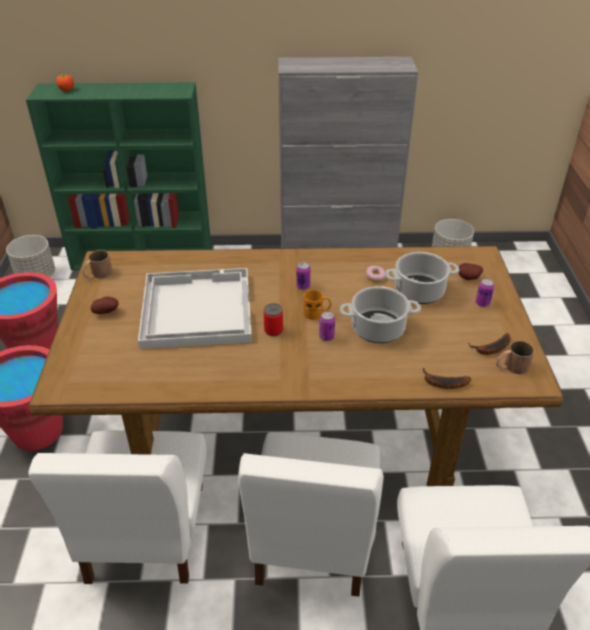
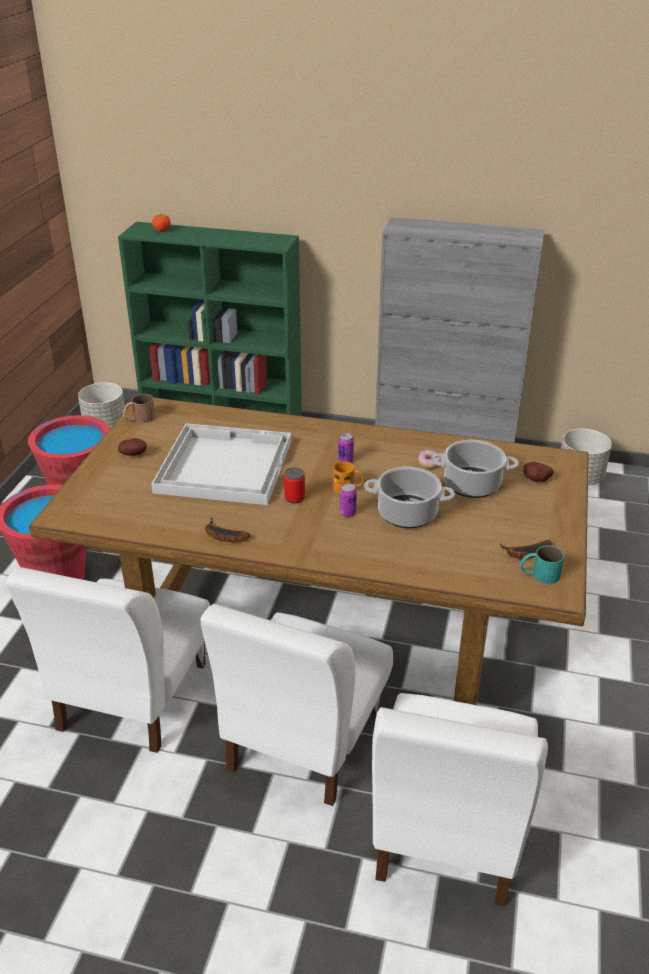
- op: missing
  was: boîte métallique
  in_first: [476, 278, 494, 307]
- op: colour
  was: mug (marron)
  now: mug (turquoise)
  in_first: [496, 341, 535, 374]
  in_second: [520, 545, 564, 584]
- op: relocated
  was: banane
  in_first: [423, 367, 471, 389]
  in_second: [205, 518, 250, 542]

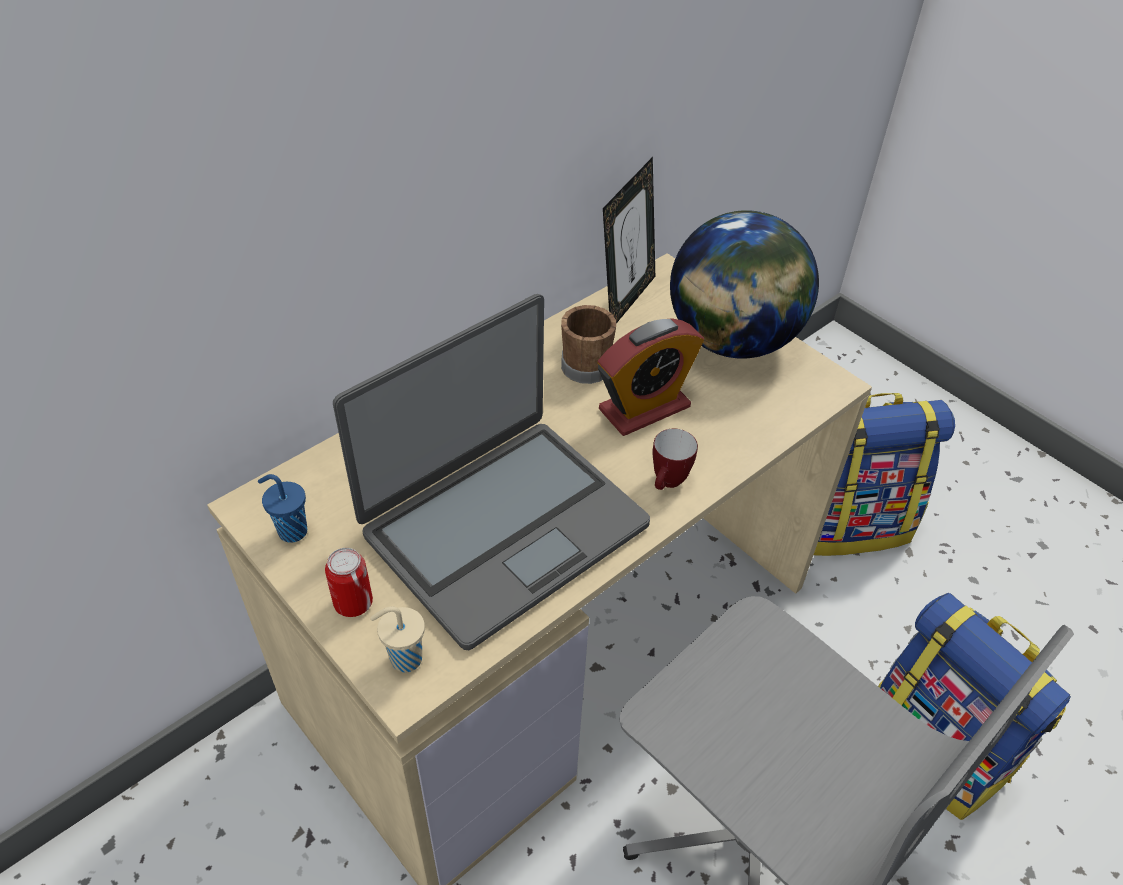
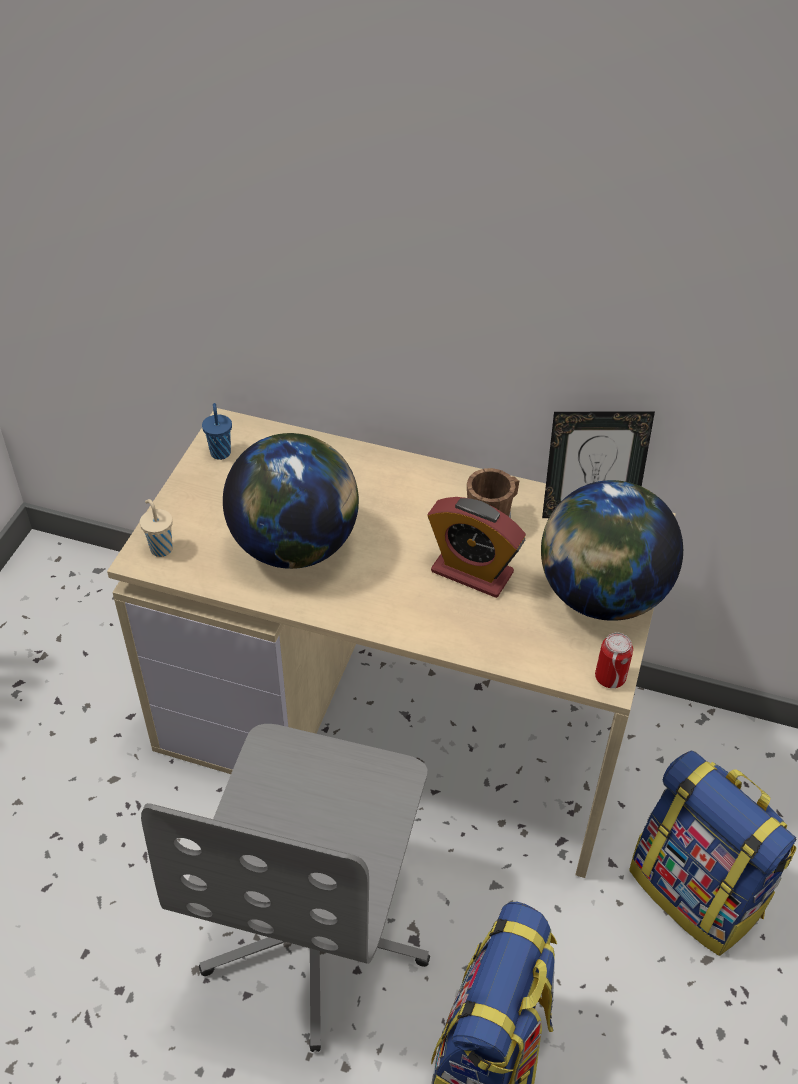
- op: exchanged
  was: ordinateur portable
  now: globe
  in_first: [333, 294, 650, 650]
  in_second: [223, 433, 359, 569]
- op: missing
  was: mug
  in_first: [652, 428, 698, 490]
- op: relocated
  was: boîte métallique
  in_first: [325, 548, 373, 617]
  in_second: [595, 632, 633, 688]

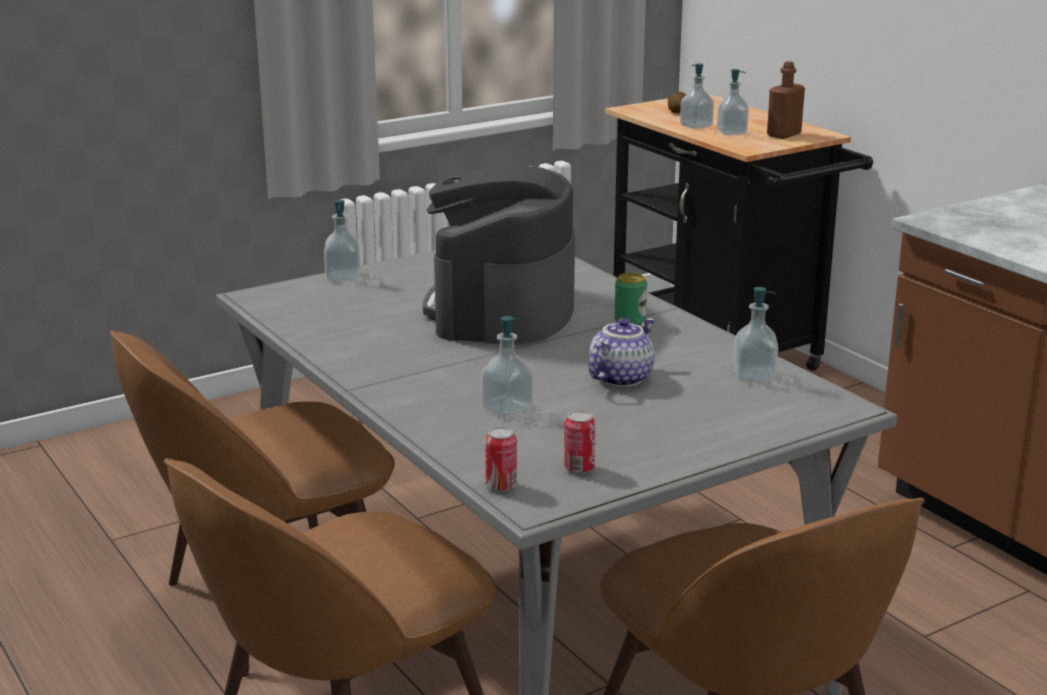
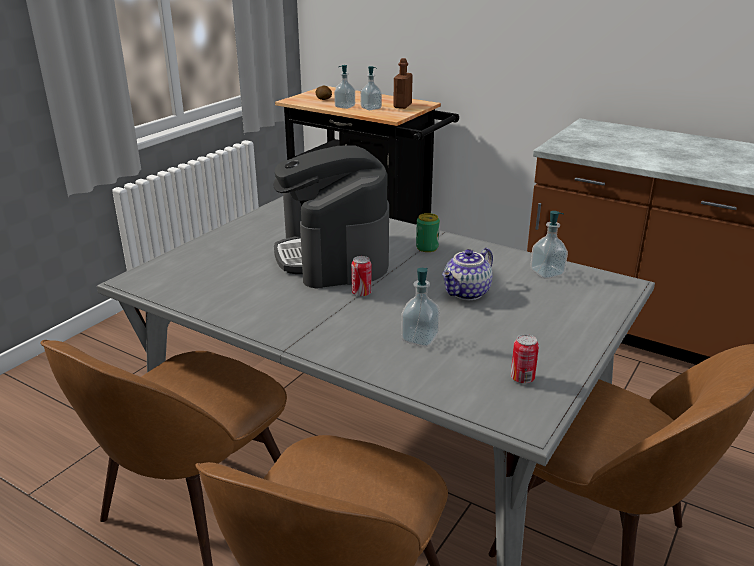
- op: missing
  was: distributeur de savon
  in_first: [324, 200, 360, 281]
- op: spun
  was: théière
  in_first: [588, 318, 655, 387]
  in_second: [442, 248, 493, 300]
  clockwise: -150
- op: relocated
  was: boîte métallique
  in_first: [485, 427, 517, 491]
  in_second: [351, 256, 372, 297]

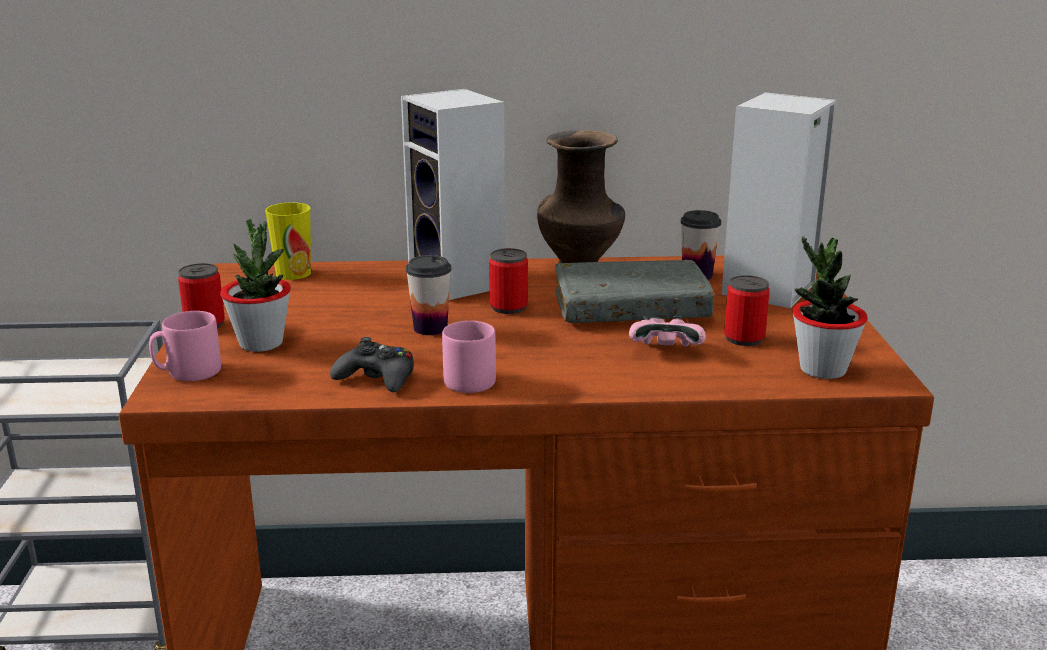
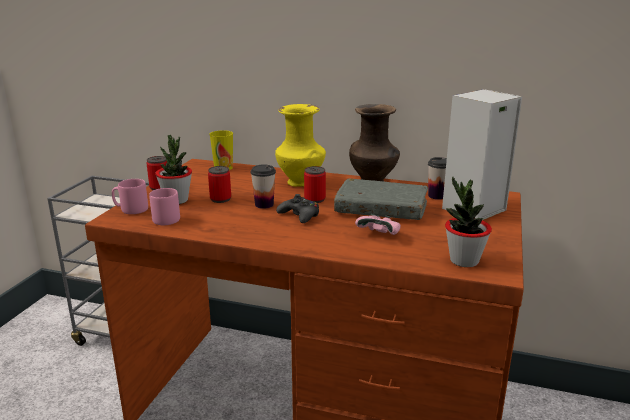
- op: exchanged
  was: enceinte
  now: vase (jaune)
  in_first: [401, 89, 505, 300]
  in_second: [275, 104, 326, 187]
- op: relocated
  was: boîte métallique
  in_first: [724, 275, 770, 346]
  in_second: [208, 166, 231, 203]
- op: relocated
  was: mug (rose)
  in_first: [442, 321, 496, 393]
  in_second: [149, 188, 180, 225]
- op: relocated
  was: manette (noir)
  in_first: [330, 337, 414, 392]
  in_second: [276, 194, 319, 223]

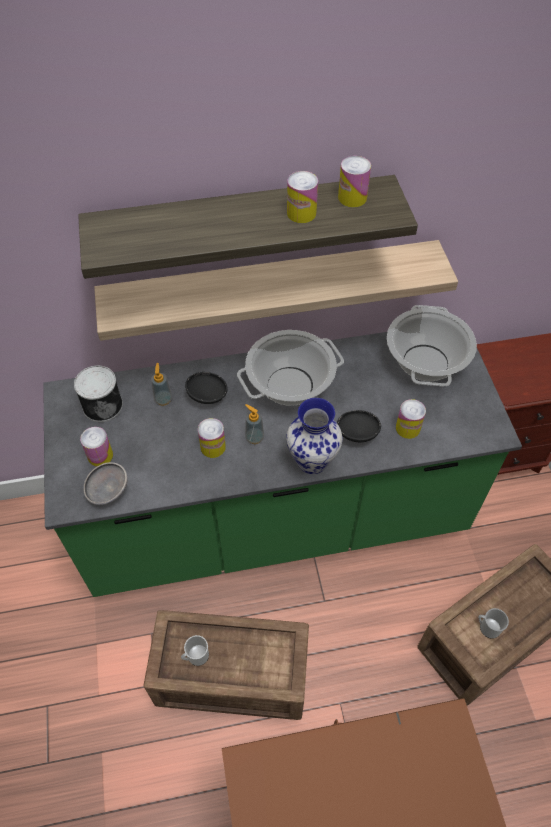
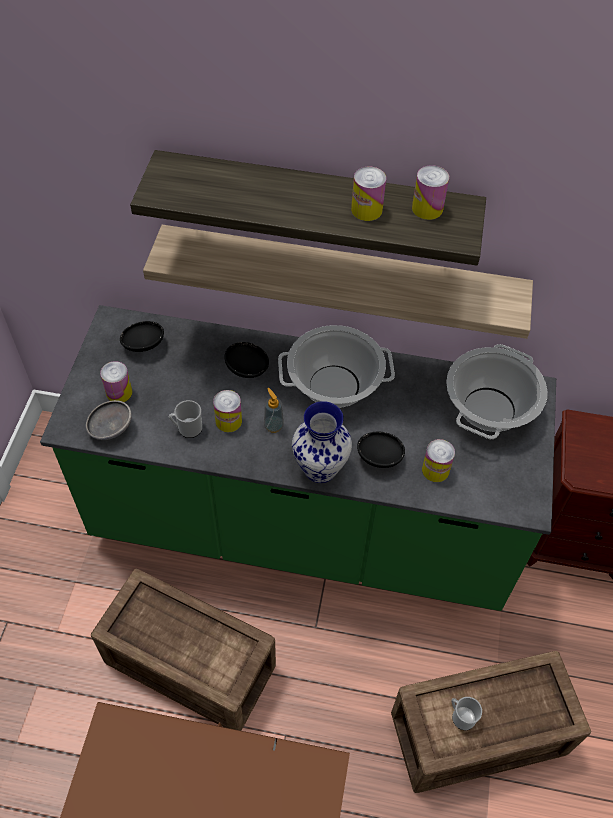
- op: missing
  was: distributeur de savon
  in_first: [151, 363, 172, 406]
- op: exchanged
  was: boîte métallique
  now: bol (noir)
  in_first: [74, 366, 123, 422]
  in_second: [120, 321, 164, 352]
- op: relocated
  was: mug
  in_first: [181, 635, 209, 666]
  in_second: [169, 400, 202, 438]

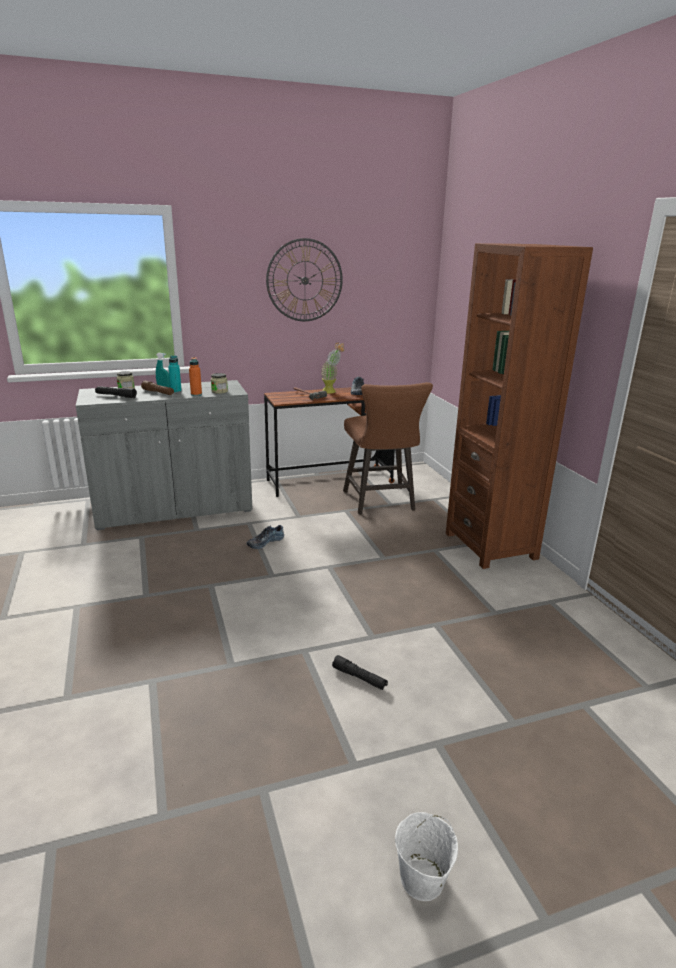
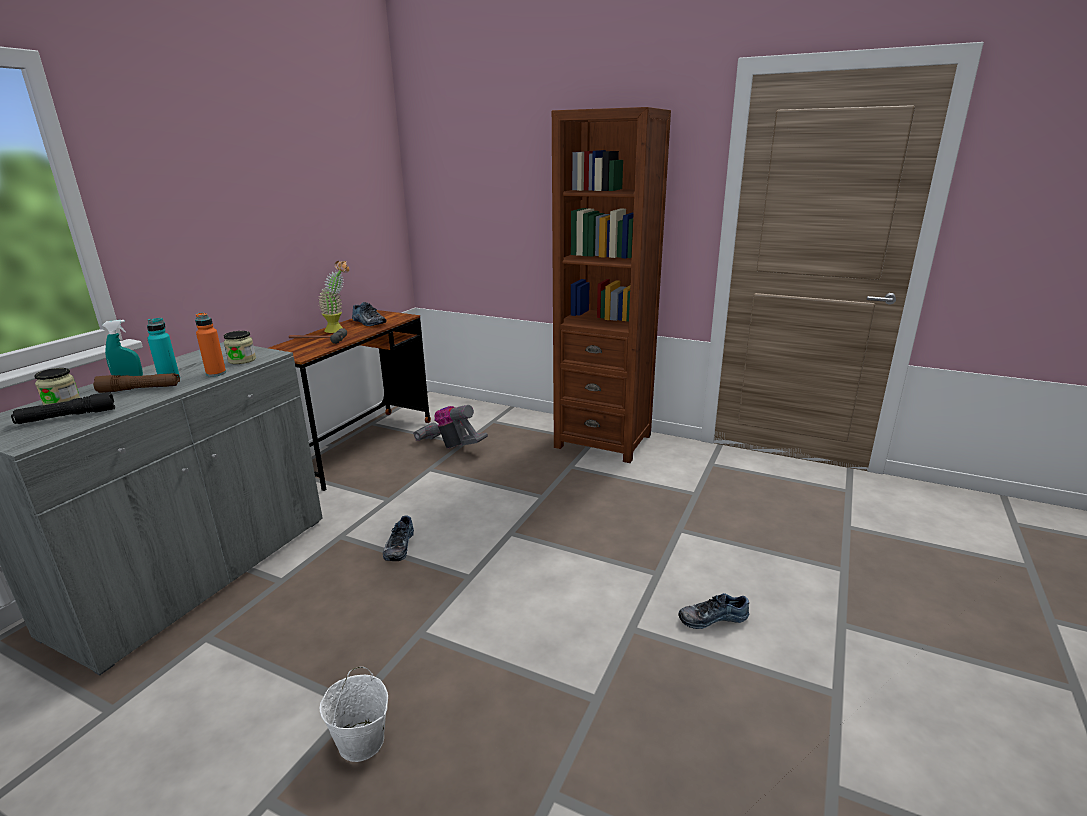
- op: missing
  was: horloge murale
  in_first: [266, 238, 343, 321]
- op: exchanged
  was: tabouret (marron)
  now: aspirateur
  in_first: [343, 382, 433, 515]
  in_second: [413, 405, 488, 448]
- op: exchanged
  was: lampe de poche (noir)
  now: chaussure
  in_first: [332, 655, 388, 690]
  in_second: [678, 593, 749, 629]
- op: relocated
  was: seau (blanc)
  in_first: [395, 812, 458, 901]
  in_second: [319, 667, 388, 762]

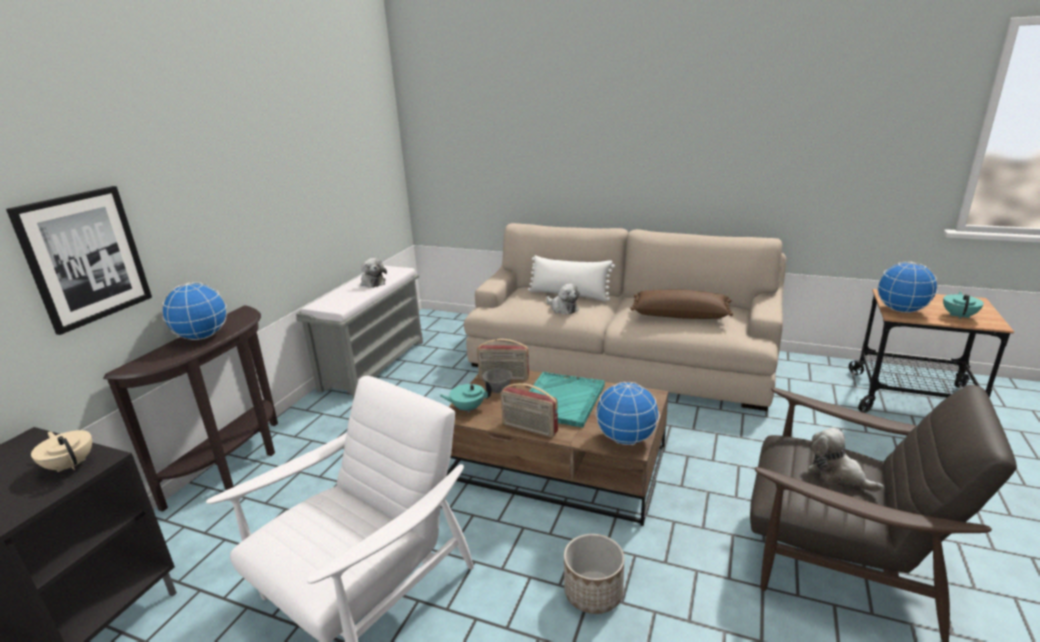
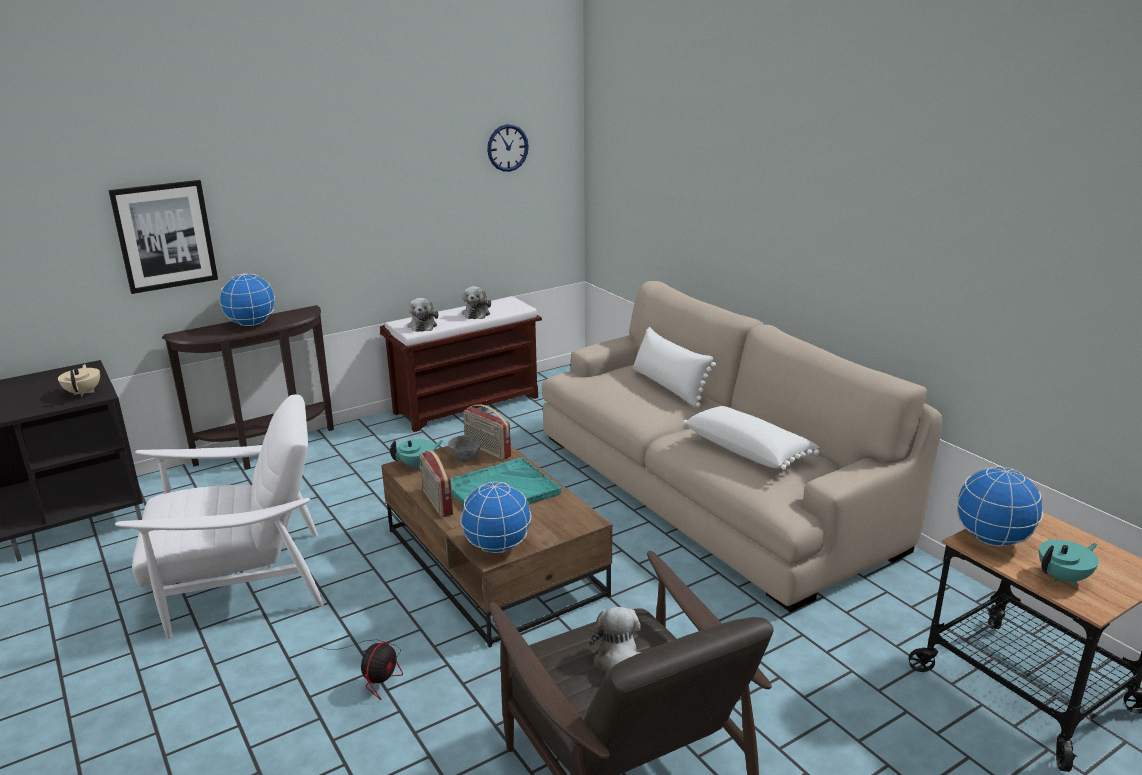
- op: colour
  was: banc (gris)
  now: banc (marron)
  in_first: [296, 265, 423, 399]
  in_second: [380, 296, 542, 432]
- op: relocated
  was: peluche
  in_first: [546, 283, 580, 315]
  in_second: [407, 298, 438, 332]
- op: colour
  was: coussin (marron)
  now: coussin (blanc)
  in_first: [630, 289, 733, 319]
  in_second: [683, 406, 820, 470]
- op: spun
  was: théière (turquoise)
  in_first: [439, 380, 492, 413]
  in_second: [390, 439, 443, 469]
  clockwise: 120
- op: exchanged
  was: cache-pot
  now: ventilateur
  in_first: [564, 534, 624, 614]
  in_second: [321, 640, 403, 700]
- op: appeared
  now: horloge murale
  in_second: [487, 124, 529, 172]

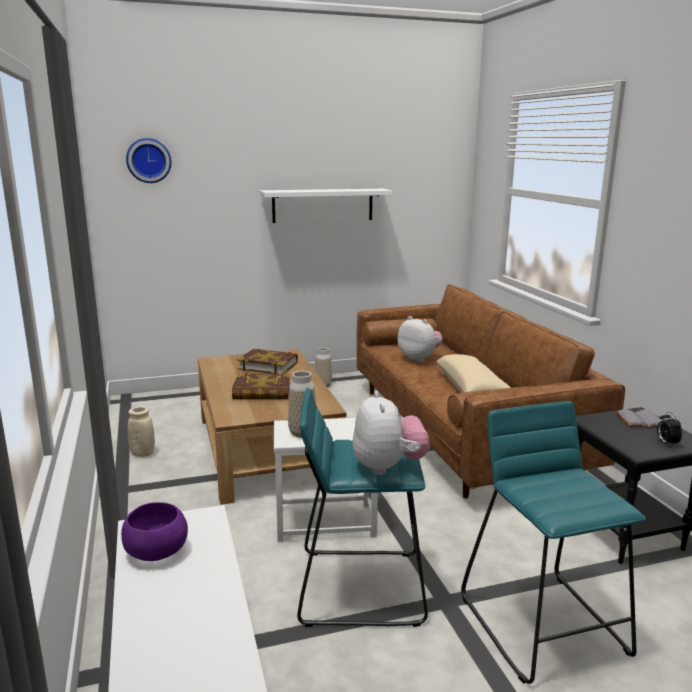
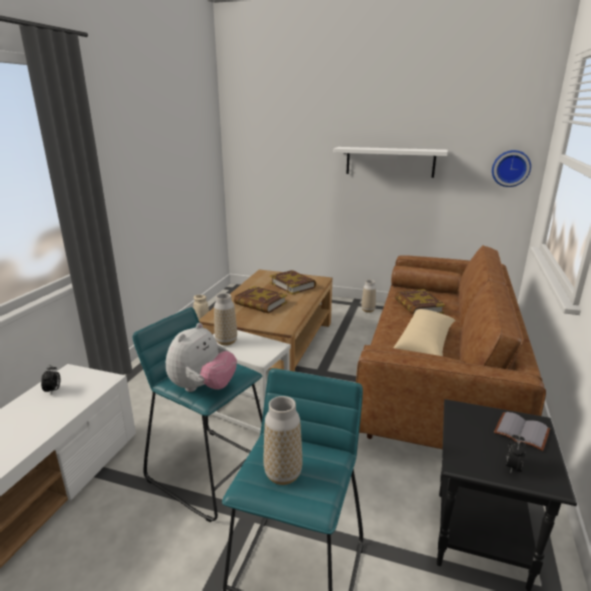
- op: relocated
  was: horloge murale
  in_first: [126, 138, 171, 183]
  in_second: [492, 150, 531, 187]
- op: exchanged
  was: peluche
  now: livre
  in_first: [398, 316, 443, 362]
  in_second: [395, 289, 445, 315]
- op: exchanged
  was: bol (violet)
  now: réveil
  in_first: [121, 502, 188, 561]
  in_second: [41, 365, 60, 395]
- op: appeared
  now: vase
  in_second: [263, 396, 303, 485]

